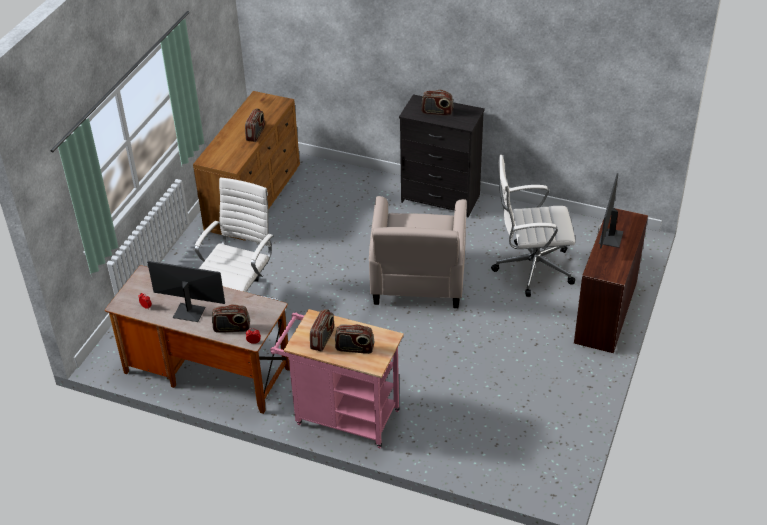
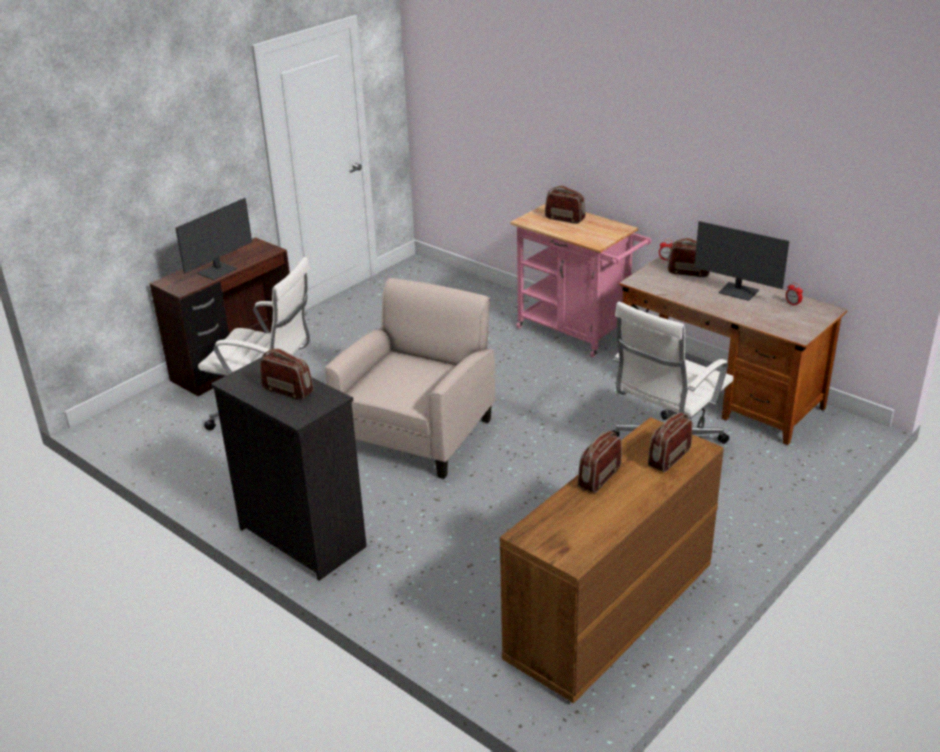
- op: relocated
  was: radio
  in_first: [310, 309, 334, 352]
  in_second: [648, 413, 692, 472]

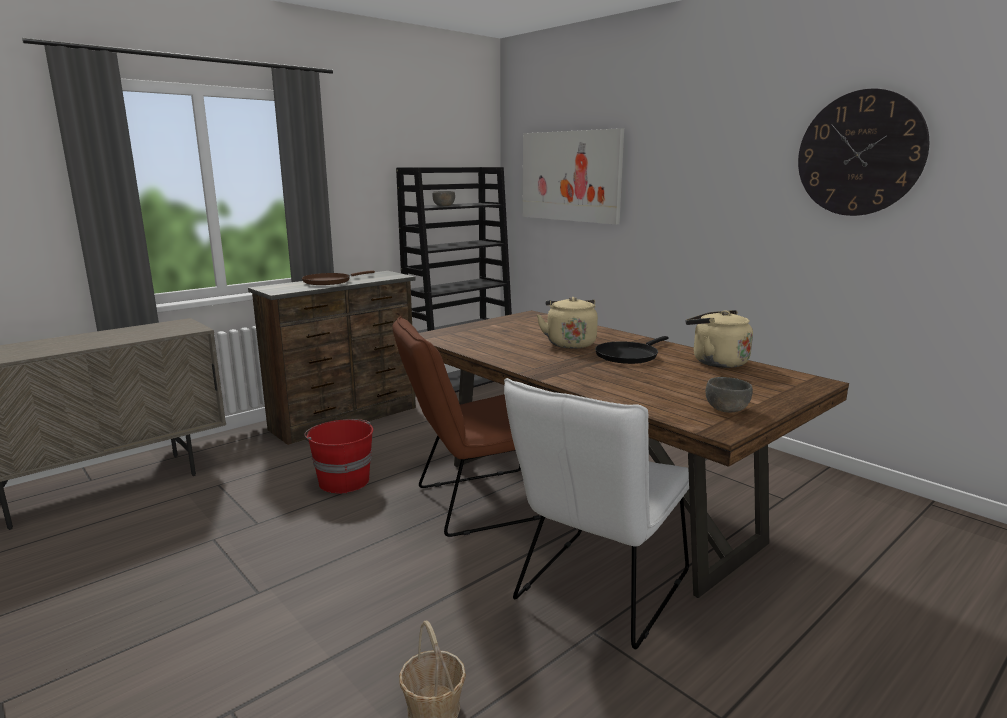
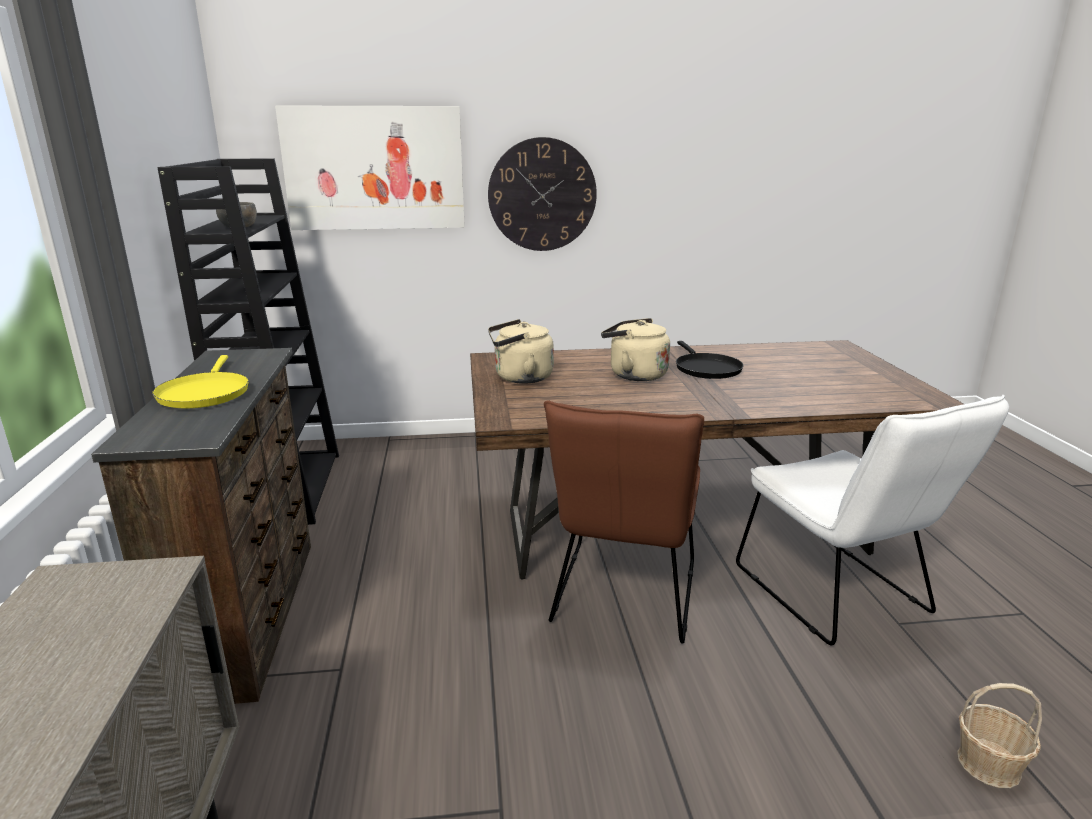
- op: relocated
  was: horloge murale
  in_first: [798, 89, 929, 216]
  in_second: [488, 137, 597, 251]
- op: colour
  was: poêle (marron)
  now: poêle (jaune)
  in_first: [302, 270, 375, 285]
  in_second: [153, 355, 249, 408]
- op: relocated
  was: bouilloire (beige)
  in_first: [686, 310, 753, 368]
  in_second: [488, 319, 554, 383]
- op: missing
  was: bol (gris)
  in_first: [705, 377, 753, 413]
- op: missing
  was: seau (rouge)
  in_first: [304, 419, 373, 494]

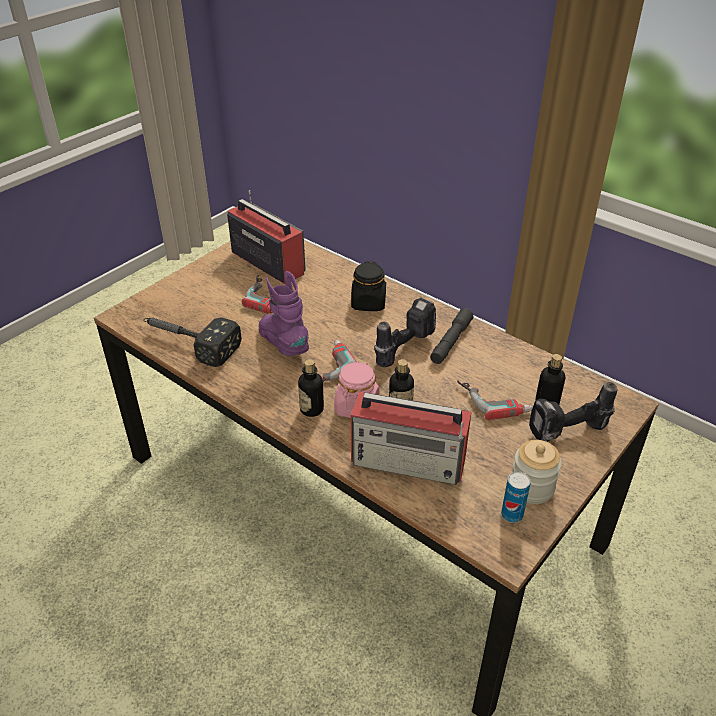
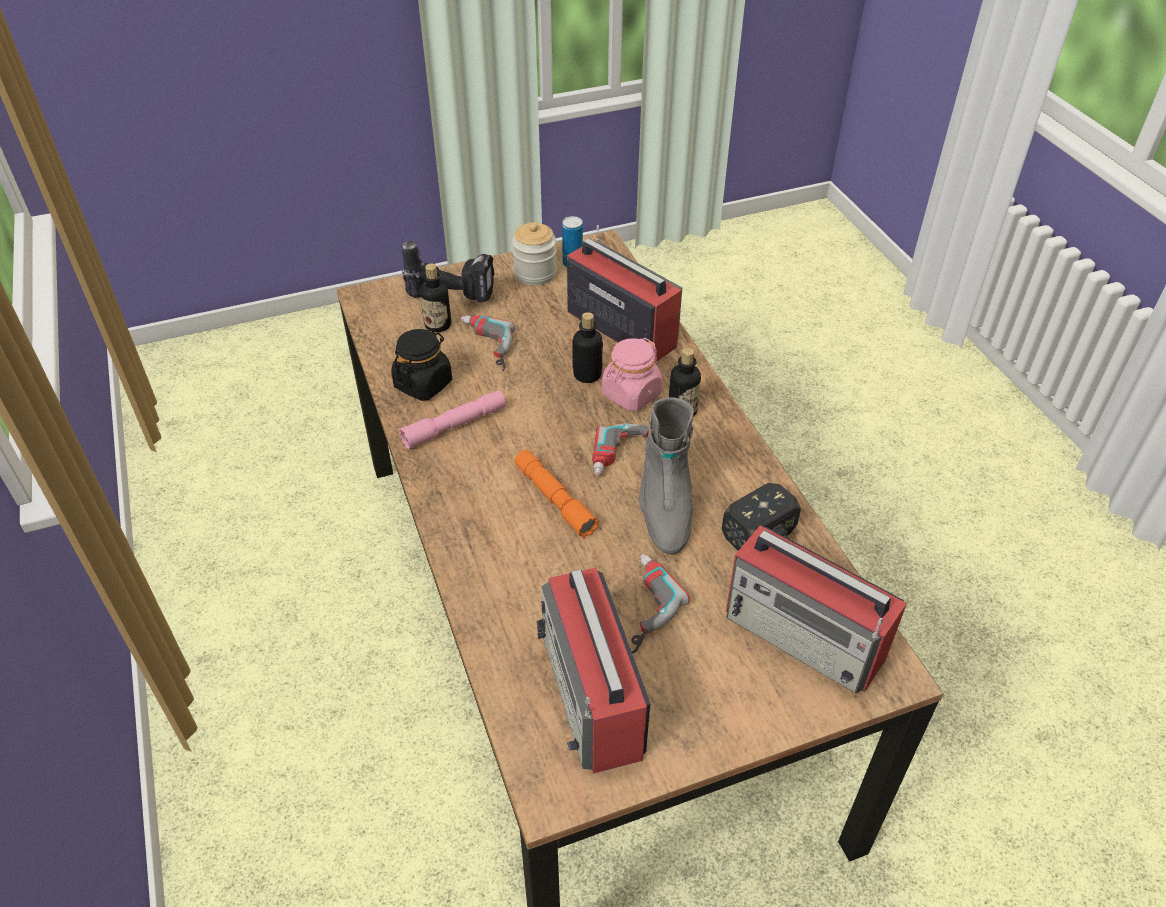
- op: relocated
  was: bocal (noir)
  in_first: [351, 261, 386, 311]
  in_second: [391, 329, 452, 401]
- op: colour
  was: botte (violet)
  now: botte (gris)
  in_first: [259, 271, 309, 356]
  in_second: [639, 398, 694, 554]
- op: missing
  was: perceuse
  in_first: [374, 297, 436, 367]
- op: colour
  was: lampe de poche (gris)
  now: lampe de poche (rose)
  in_first: [430, 308, 474, 364]
  in_second: [399, 390, 506, 449]
- op: appeared
  now: lampe de poche (orange)
  in_second: [515, 450, 599, 538]
- op: appeared
  now: radio
  in_second: [726, 525, 907, 693]

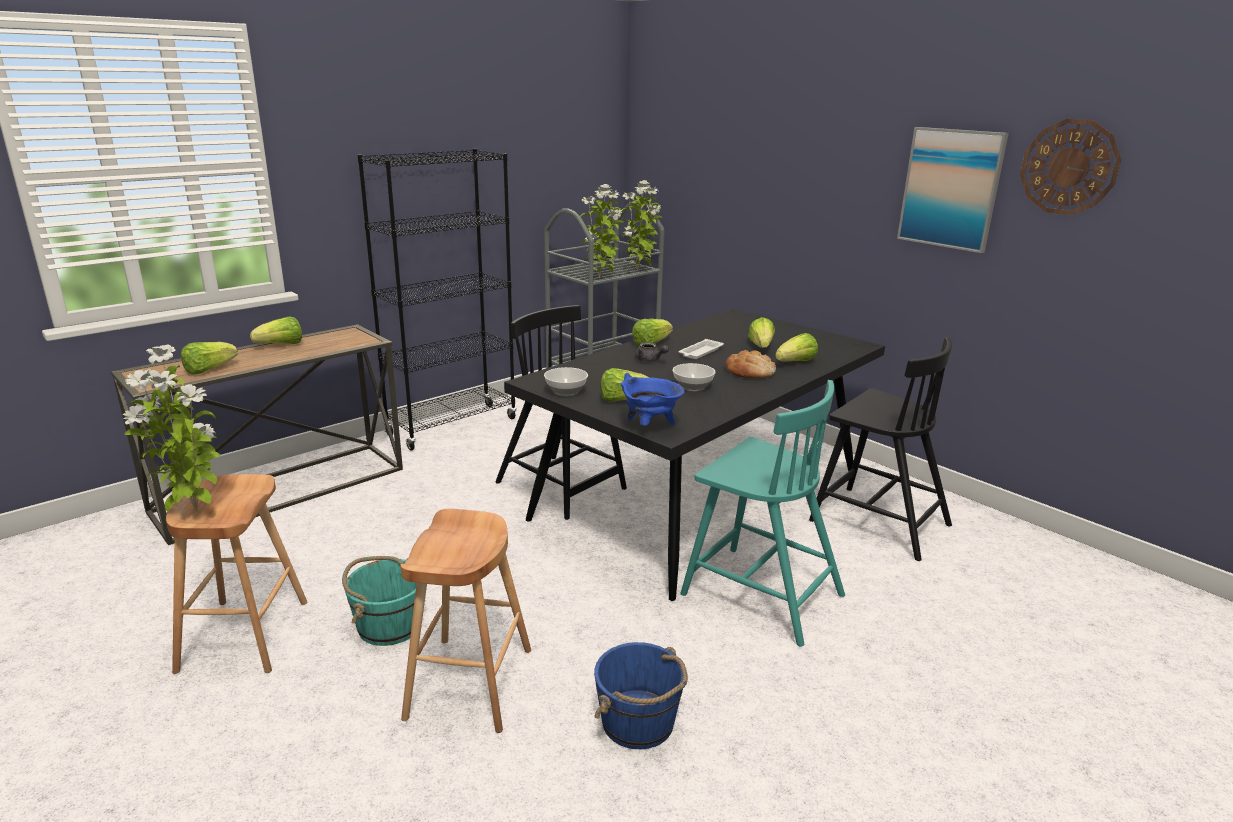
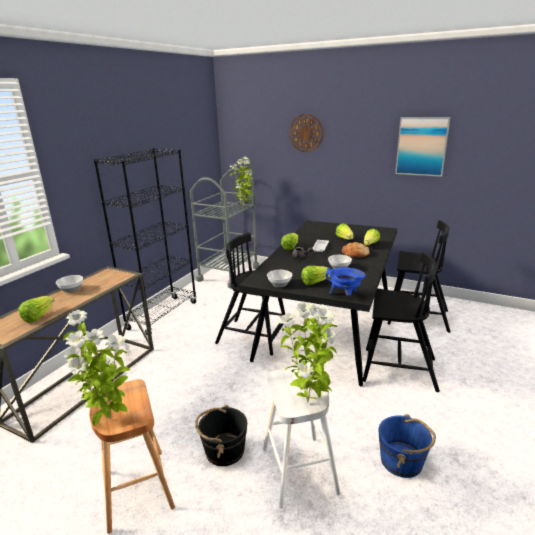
- op: relocated
  was: horloge murale
  in_first: [1020, 119, 1121, 215]
  in_second: [289, 114, 323, 152]
- op: relocated
  was: plante en pot
  in_first: [580, 184, 624, 279]
  in_second: [278, 302, 337, 403]
- op: exchanged
  was: laitue
  now: bol
  in_first: [250, 316, 302, 344]
  in_second: [56, 275, 83, 293]
- op: colour
  was: chaise (turquoise)
  now: chaise (noir)
  in_first: [680, 380, 845, 647]
  in_second: [363, 252, 440, 392]
- op: colour
  was: tabouret (marron)
  now: tabouret (blanc)
  in_first: [401, 509, 531, 733]
  in_second: [263, 367, 340, 509]
- op: colour
  was: seau (turquoise)
  now: seau (noir)
  in_first: [342, 556, 416, 646]
  in_second: [195, 405, 247, 466]

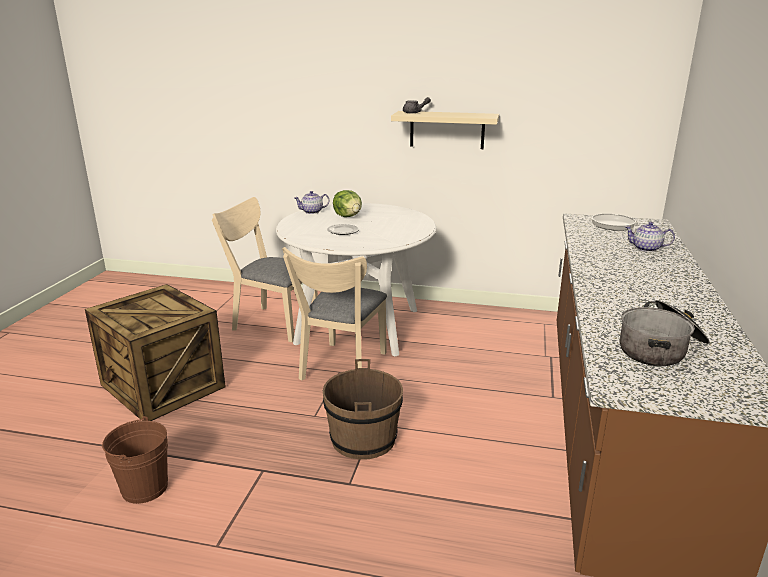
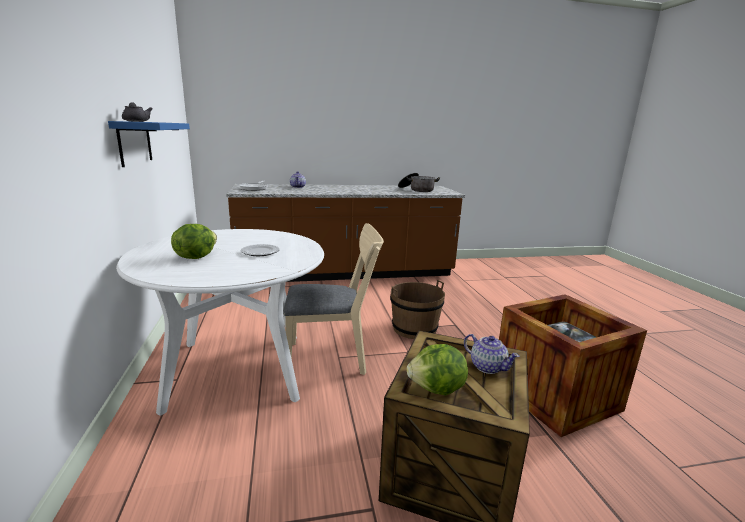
- op: colour
  was: étagère (beige)
  now: étagère (bleu)
  in_first: [391, 111, 499, 149]
  in_second: [108, 121, 190, 167]
- op: relocated
  was: théière
  in_first: [294, 191, 329, 214]
  in_second: [464, 334, 520, 374]
- op: missing
  was: chaise (beige)
  in_first: [212, 197, 318, 342]
- op: exchanged
  was: seau (marron)
  now: caisse
  in_first: [102, 416, 168, 504]
  in_second: [499, 294, 647, 437]
- op: appeared
  now: laitue
  in_second: [407, 344, 468, 396]

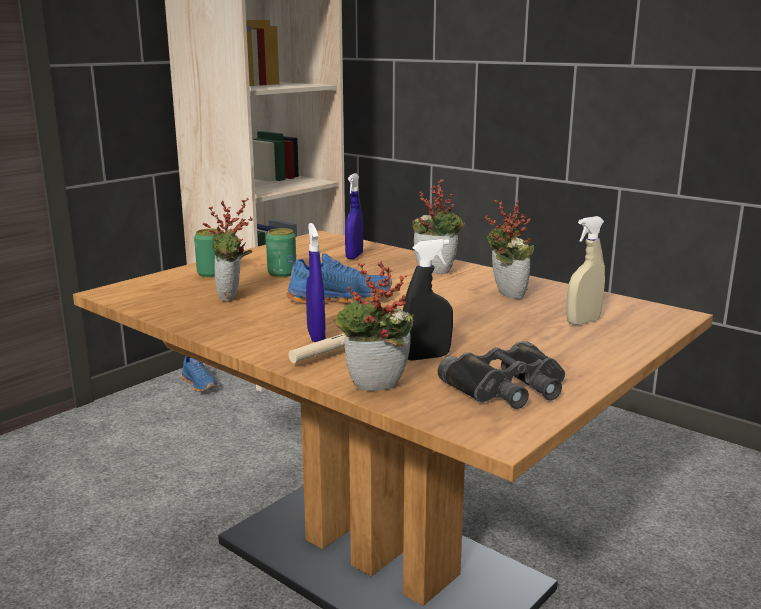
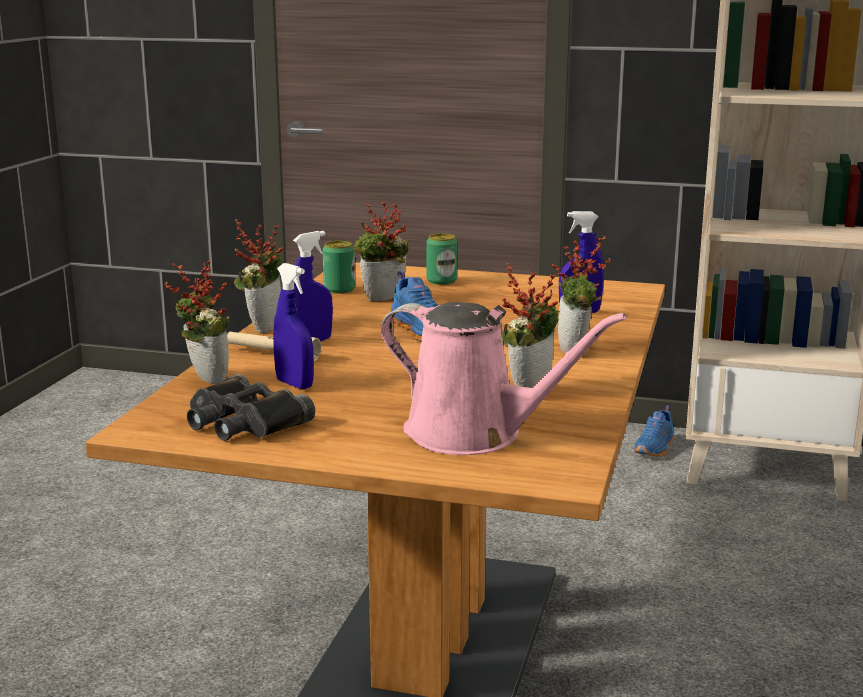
- op: exchanged
  was: vaporisateur (beige)
  now: arrosoir (rose)
  in_first: [566, 216, 605, 325]
  in_second: [381, 302, 627, 455]
- op: relocated
  was: boîte métallique
  in_first: [266, 228, 296, 277]
  in_second: [323, 241, 355, 294]
- op: colour
  was: vaporisateur (noir)
  now: vaporisateur (bleu)
  in_first: [403, 239, 453, 361]
  in_second: [273, 263, 314, 389]
- op: appeared
  now: plante en pot
  in_second: [234, 219, 283, 333]

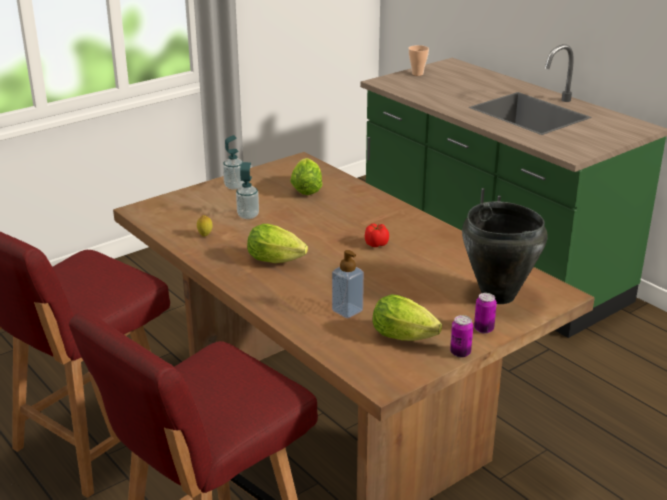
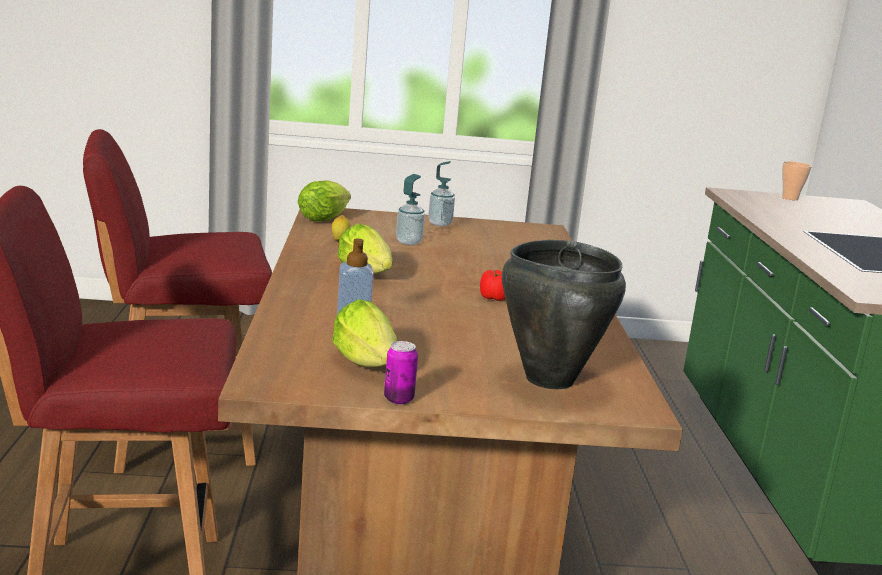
- op: relocated
  was: laitue
  in_first: [290, 158, 322, 195]
  in_second: [298, 180, 351, 221]
- op: missing
  was: boîte métallique
  in_first: [474, 293, 497, 334]

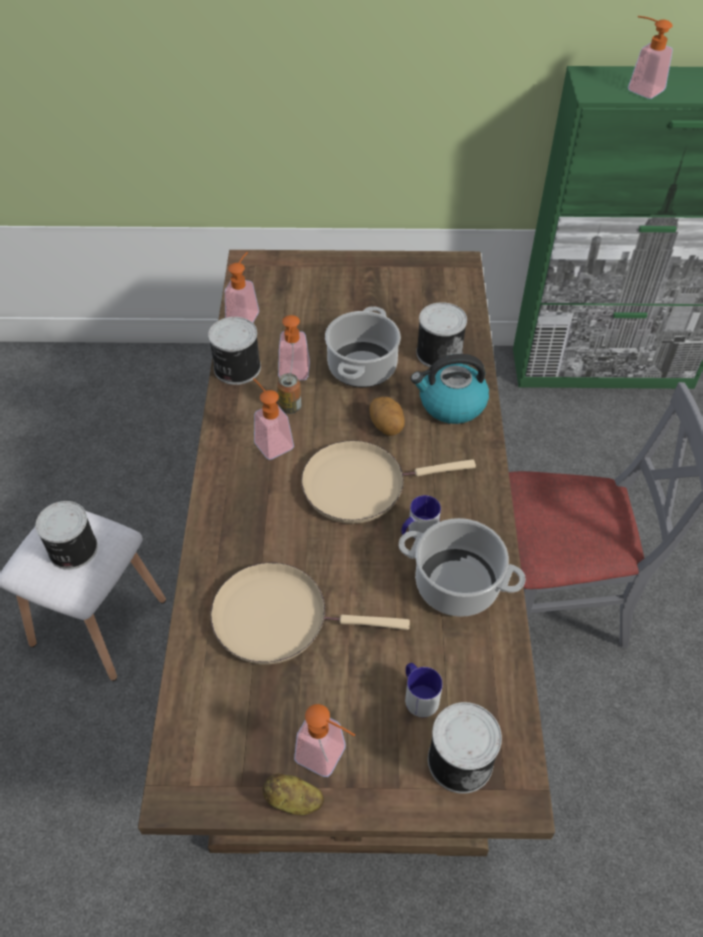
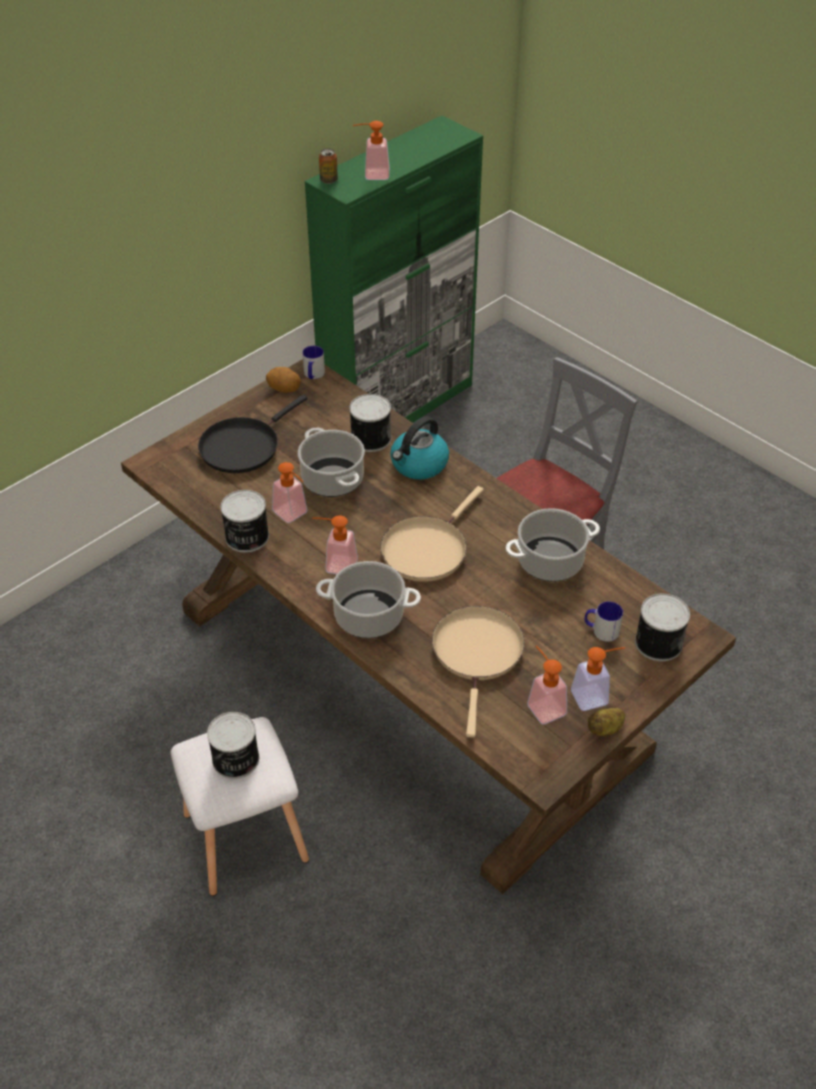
- op: relocated
  was: distributeur de savon
  in_first: [225, 252, 259, 323]
  in_second: [527, 646, 567, 725]
- op: relocated
  was: boîte métallique
  in_first: [277, 373, 302, 414]
  in_second: [319, 148, 338, 184]
- op: relocated
  was: pomme de terre
  in_first: [369, 397, 405, 436]
  in_second: [266, 367, 301, 393]
- op: relocated
  was: mug
  in_first: [401, 495, 441, 539]
  in_second: [302, 346, 325, 379]
- op: spun
  was: poêle (beige)
  in_first: [210, 563, 410, 664]
  in_second: [432, 606, 525, 738]
  clockwise: 135
- op: appeared
  now: poêle (noir)
  in_second: [198, 395, 308, 473]
- op: appeared
  now: marmite
  in_second: [316, 561, 421, 638]

